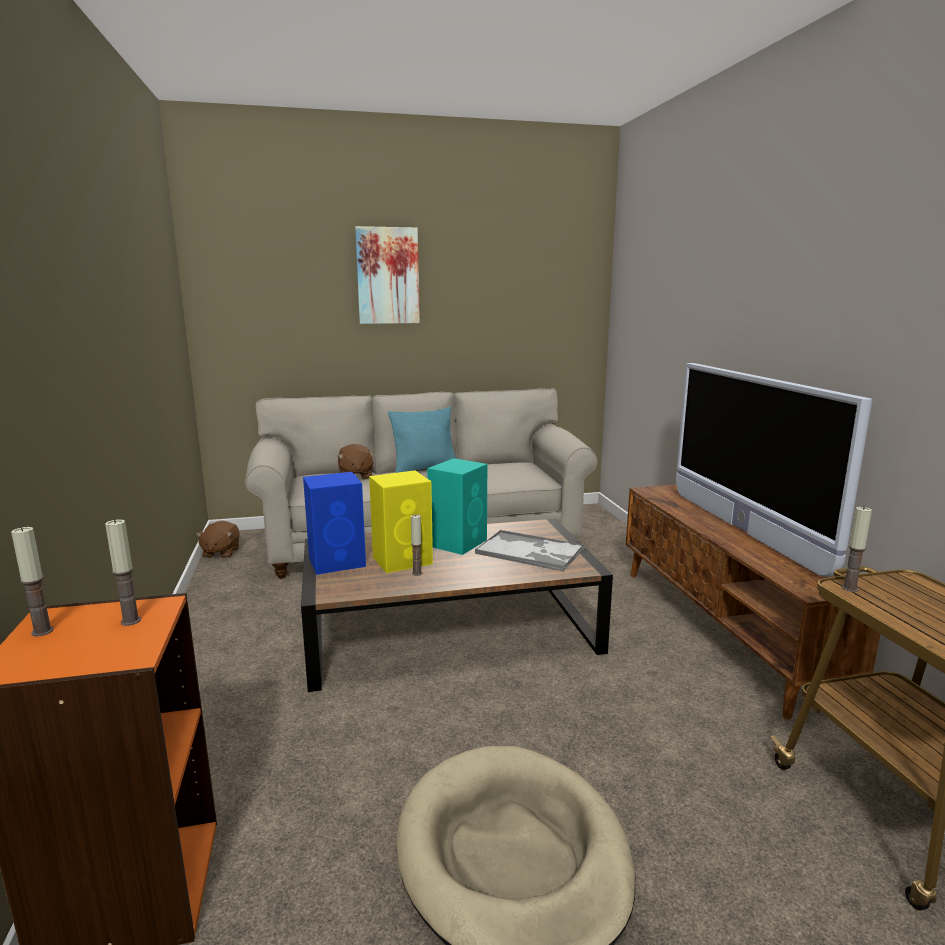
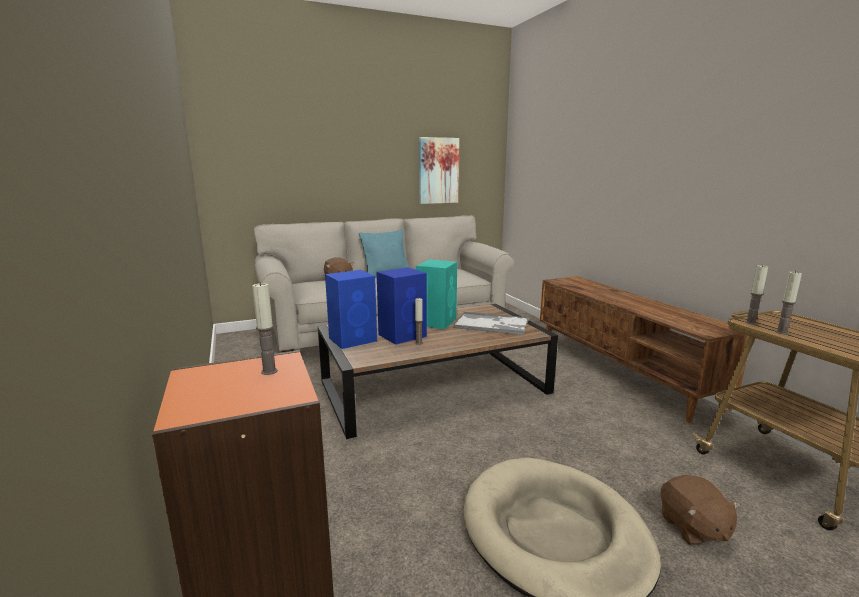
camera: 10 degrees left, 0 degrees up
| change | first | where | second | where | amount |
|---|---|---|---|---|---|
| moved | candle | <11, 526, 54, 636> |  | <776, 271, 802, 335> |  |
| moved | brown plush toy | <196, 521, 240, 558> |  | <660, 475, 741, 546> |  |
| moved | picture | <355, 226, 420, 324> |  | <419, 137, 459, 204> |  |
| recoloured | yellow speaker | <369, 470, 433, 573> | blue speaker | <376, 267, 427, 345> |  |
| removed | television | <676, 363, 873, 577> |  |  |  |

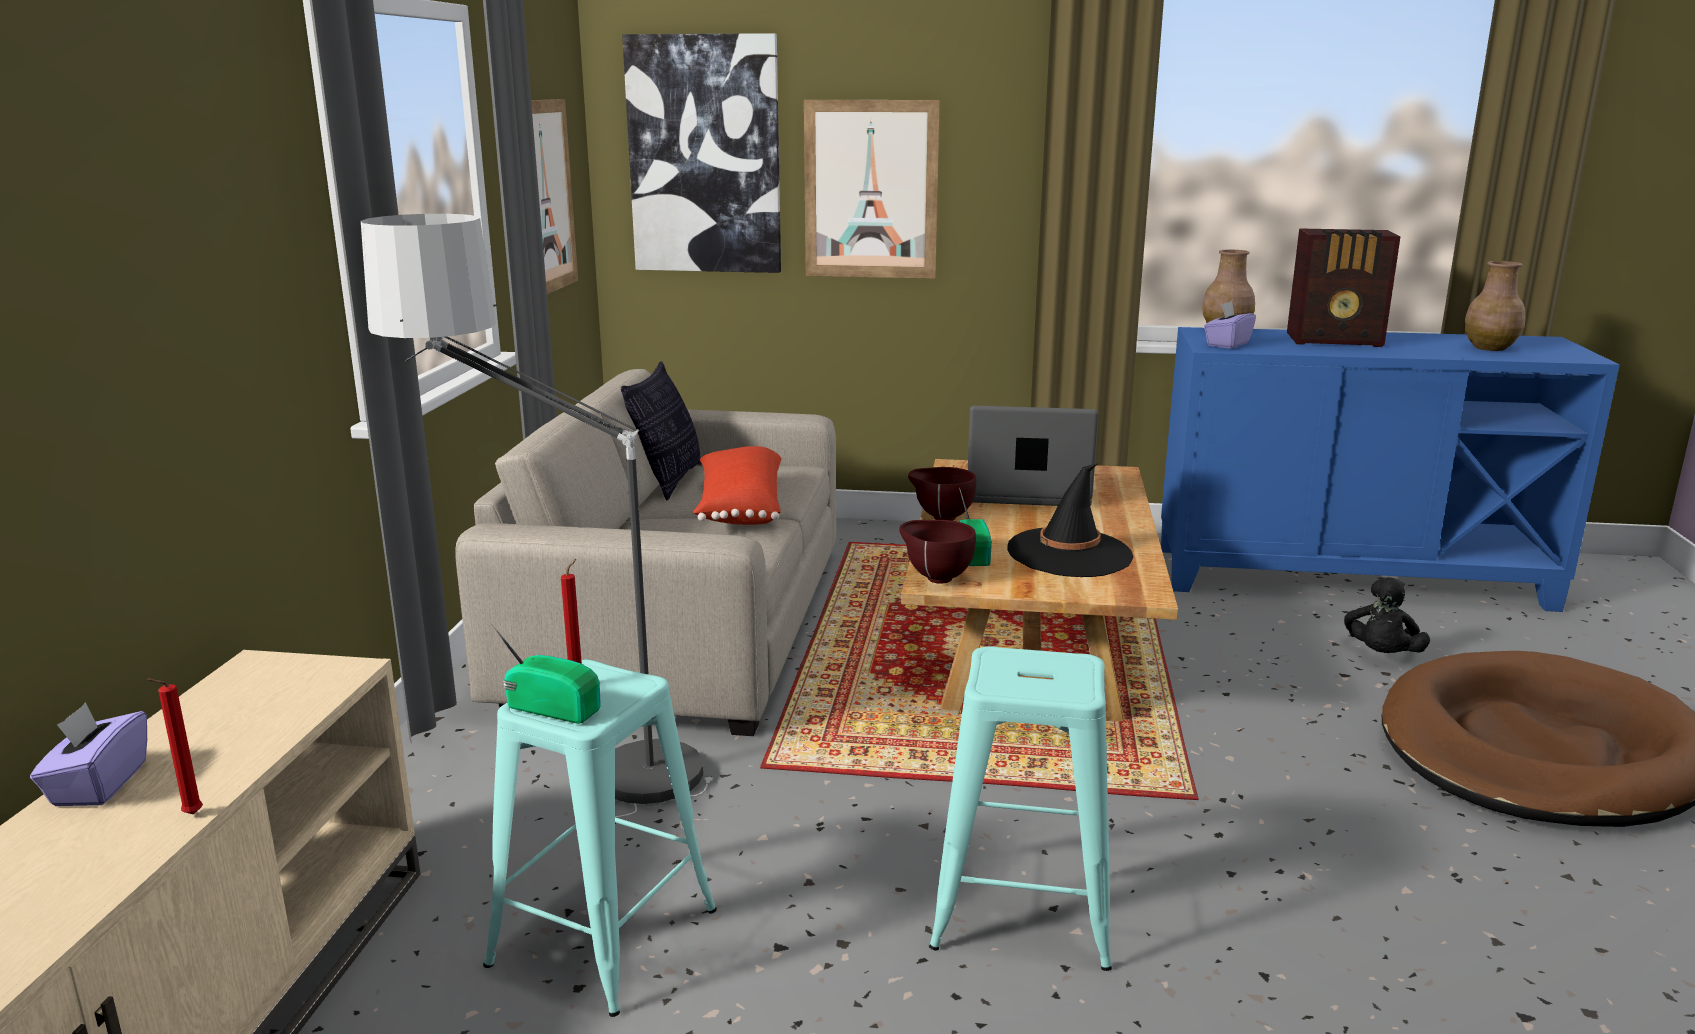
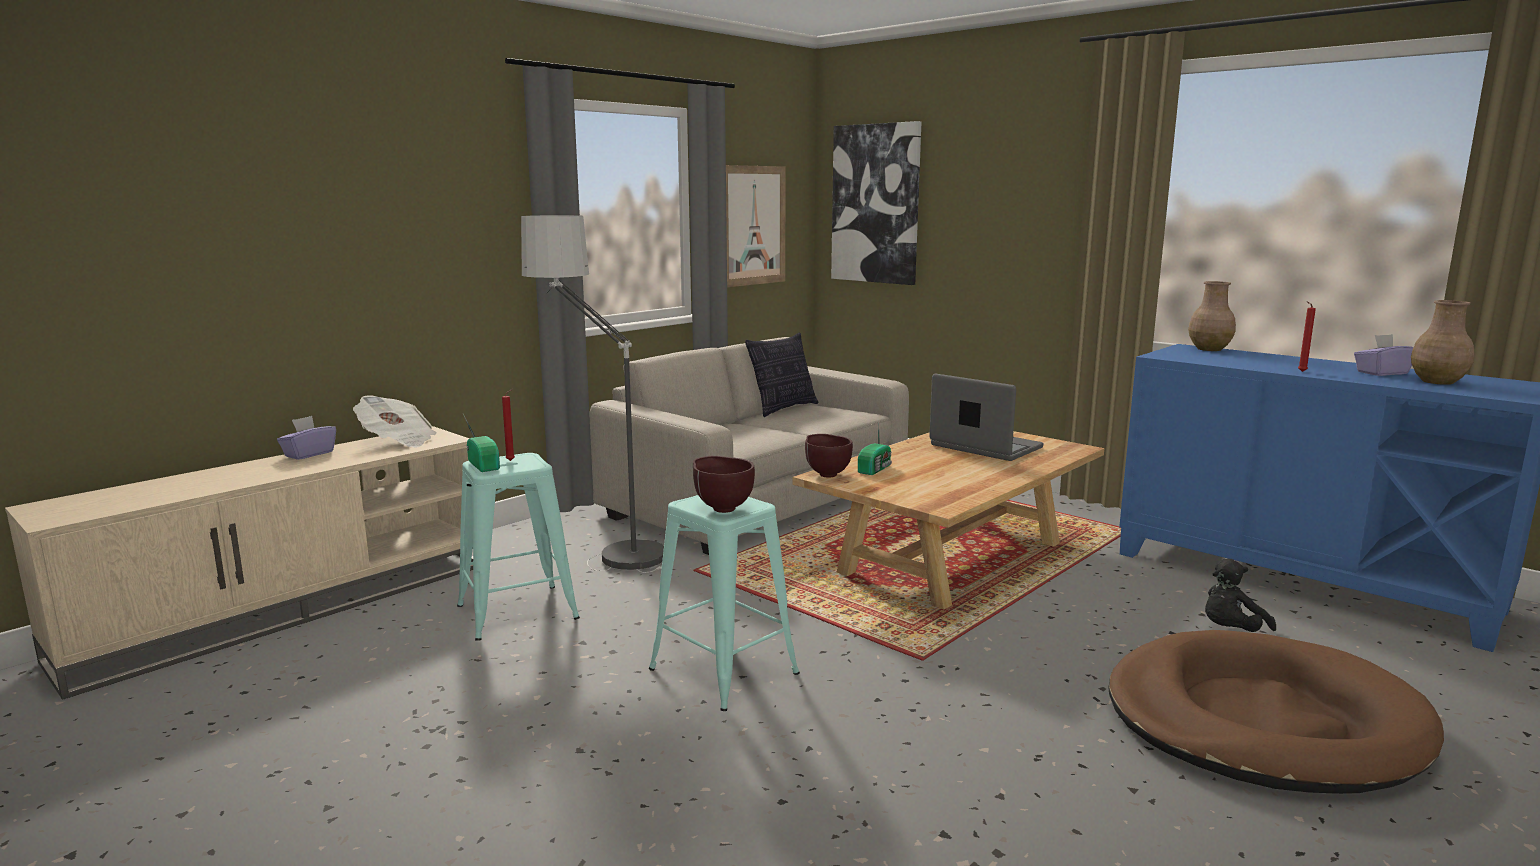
camera: 35 degrees right, 5 degrees down
| change | first | where | second | where | amount |
|---|---|---|---|---|---|
| moved | red candle | <146, 679, 203, 814> |  | <1298, 301, 1316, 372> |  |
| removed | red pillow | <693, 446, 781, 525> |  |  |  |
| removed | picture | <804, 100, 940, 279> |  |  |  |
| moved | brown bowl | <908, 467, 976, 521> |  | <693, 456, 755, 513> |  |
| removed | black hat | <1007, 463, 1134, 577> |  |  |  |
| moved | purple tissue box | <1204, 301, 1256, 349> |  | <1354, 334, 1413, 376> |  |
| removed | radio | <1287, 228, 1401, 347> |  |  |  |
| added |  |  | newspaper | <353, 395, 436, 448> |  |

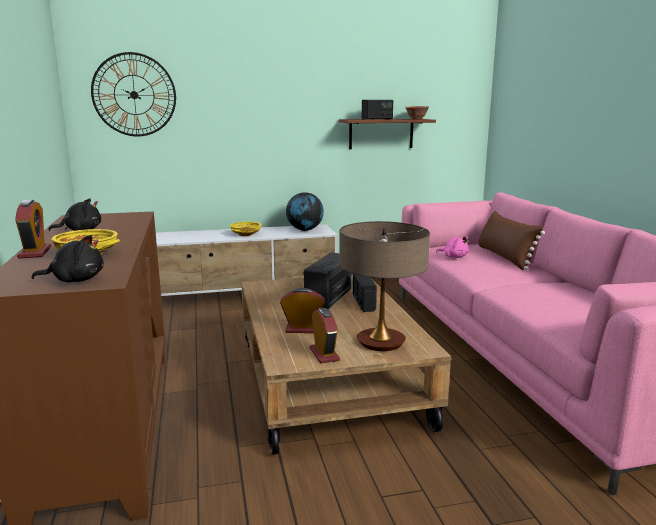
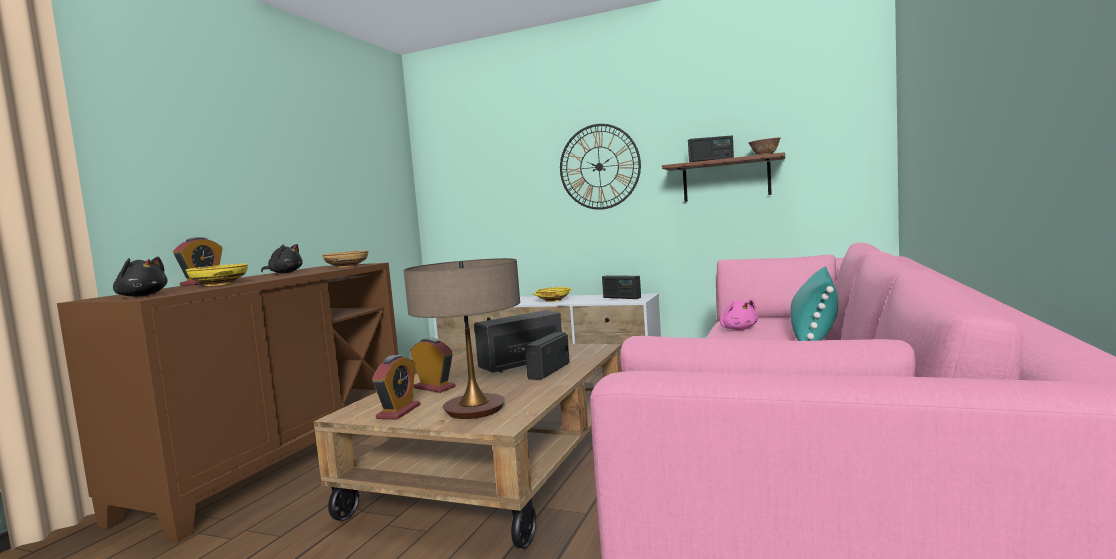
camera: 35 degrees right, 10 degrees down
| change | first | where | second | where | amount |
|---|---|---|---|---|---|
| moved | wall clock | <91, 52, 176, 136> |  | <560, 124, 641, 210> |  |
| replaced | globe | <286, 192, 324, 231> | radio | <602, 275, 641, 299> |  |
| recoloured | brown pillow | <478, 211, 545, 270> | turquoise pillow | <790, 266, 838, 341> |  |
| added |  |  | beige bowl | <322, 250, 368, 268> |  |

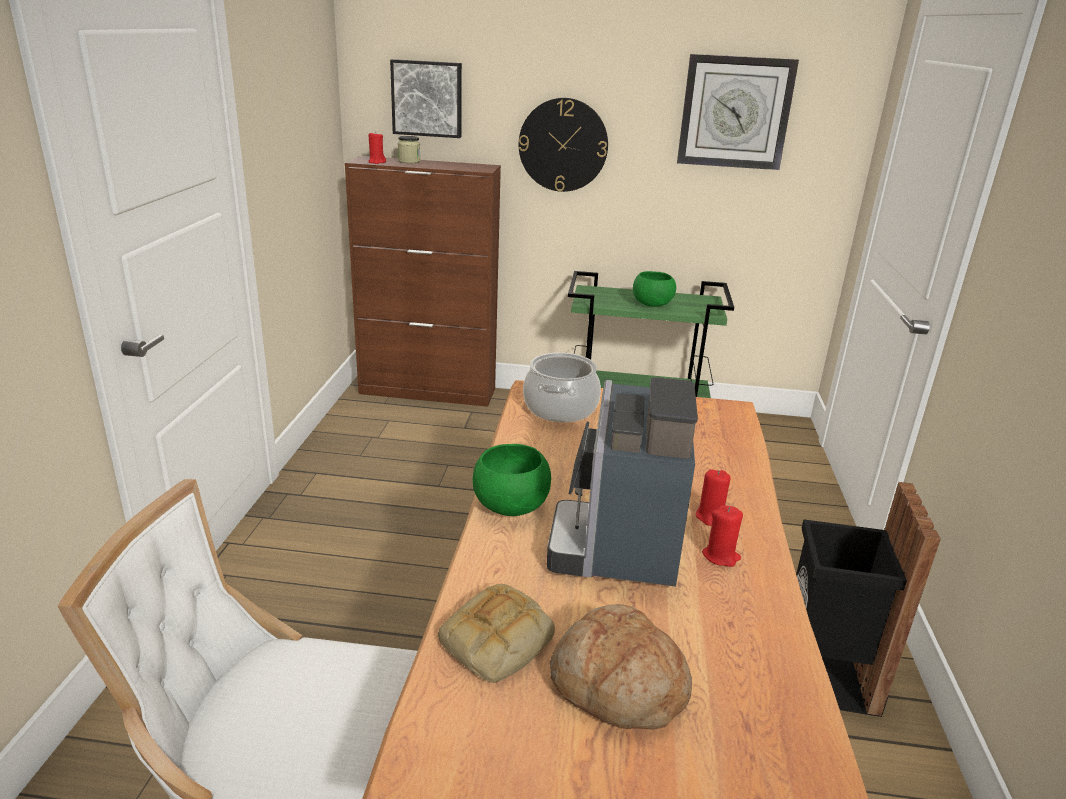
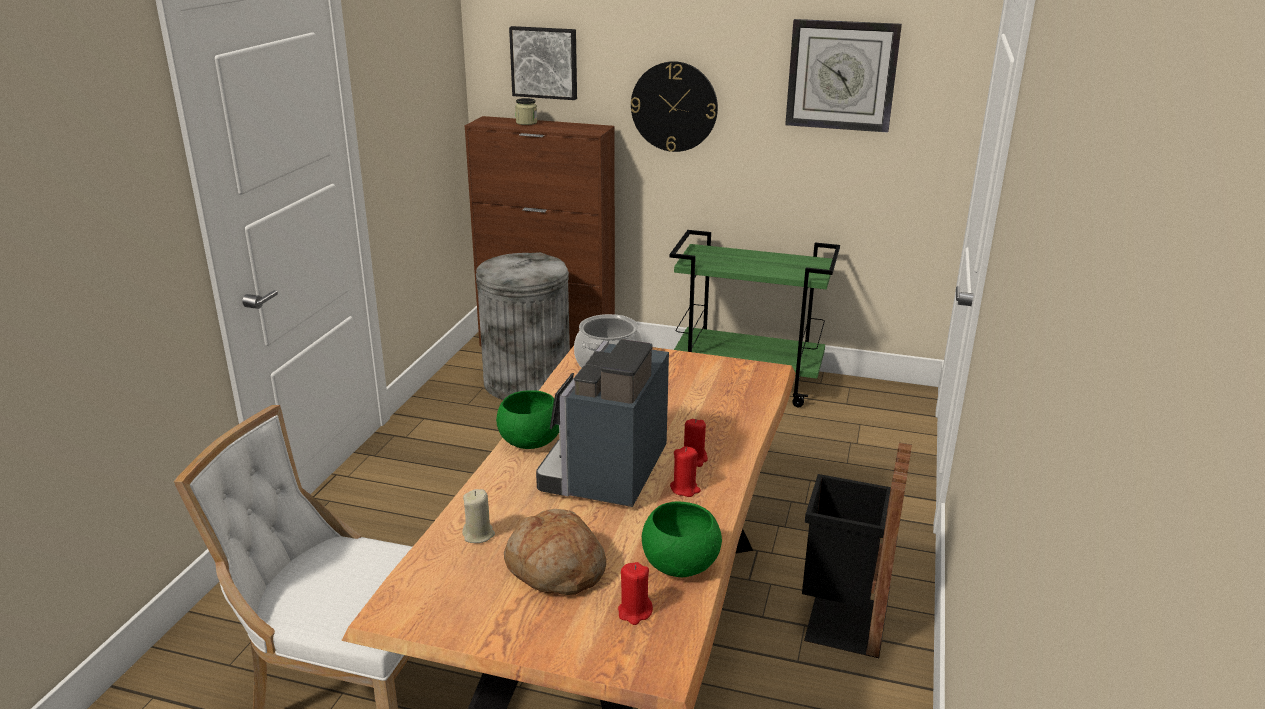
camera: 10 degrees right, 0 degrees up
| change | first | where | second | where | amount |
|---|---|---|---|---|---|
| moved | red candle | <368, 131, 386, 164> |  | <618, 562, 653, 625> |  |
| replaced | bread | <438, 584, 555, 683> | beige candle | <463, 489, 495, 543> |  |
| moved | green bowl | <633, 271, 676, 307> |  | <642, 502, 722, 577> |  |
| added |  |  | grey trash can | <476, 252, 570, 400> |  |

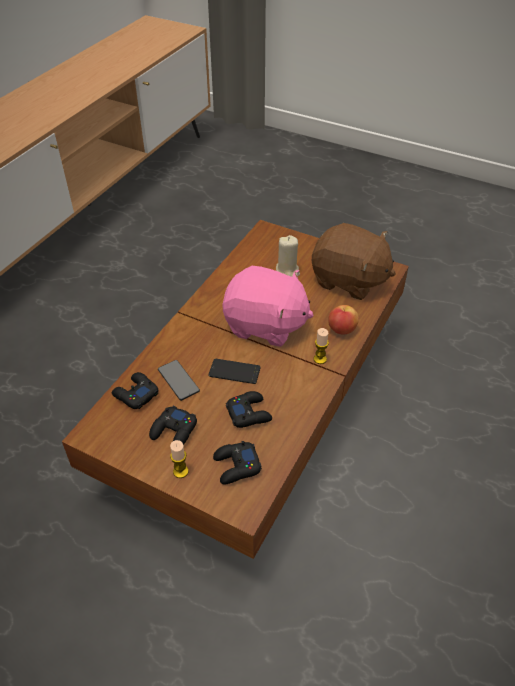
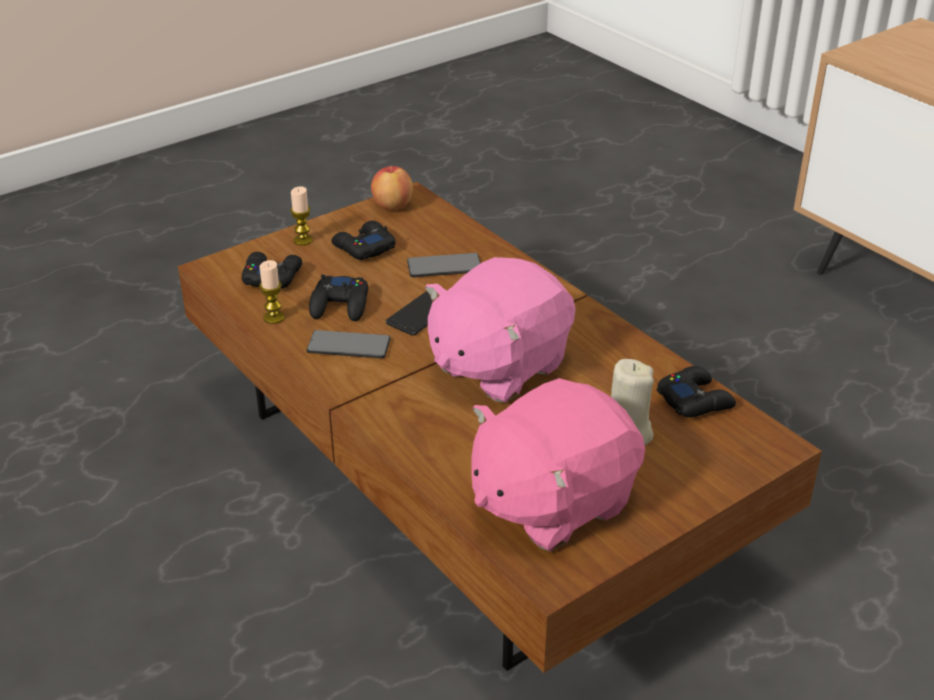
camera: 115 degrees right, 10 degrees down
| change | first | where | second | where | amount |
|---|---|---|---|---|---|
| moved | black game controller | <112, 372, 158, 409> |  | <656, 366, 736, 418> |  |
| recoloured | brown plush toy | <312, 223, 396, 300> | pink plush toy | <471, 378, 645, 552> |  |
| moved | candle | <314, 328, 329, 364> |  | <259, 260, 285, 324> |  |
| moved | apple | <328, 305, 359, 335> |  | <371, 166, 413, 210> |  |
| added |  |  | phone | <307, 330, 390, 358> |  |

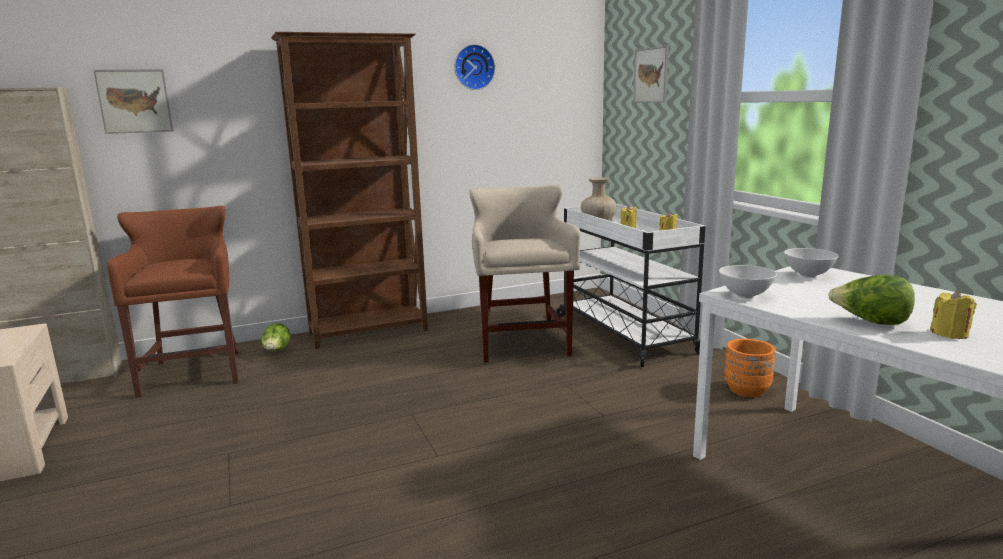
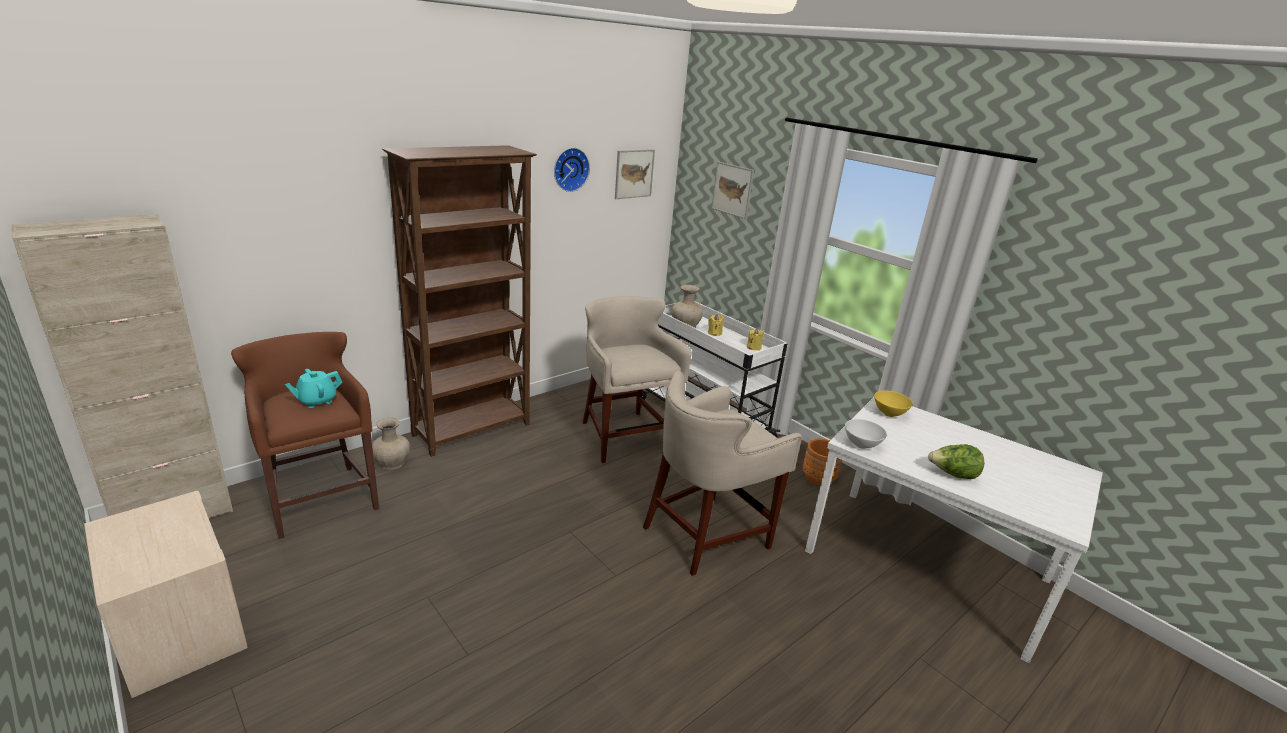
camera: 20 degrees left, 10 degrees up
| change | first | where | second | where | amount |
|---|---|---|---|---|---|
| moved | picture | <93, 69, 173, 134> |  | <615, 149, 655, 199> |  |
| replaced | lettuce | <261, 323, 291, 351> | beige vase | <372, 417, 410, 470> |  |
| recoloured | white bowl | <784, 248, 839, 278> | yellow bowl | <874, 391, 913, 417> |  |
| removed | yellow candle | <930, 290, 977, 339> |  |  |  |
| added |  |  | turquoise teapot | <285, 369, 343, 408> |  |
| added |  |  | beige stool | <643, 370, 802, 576> |  |

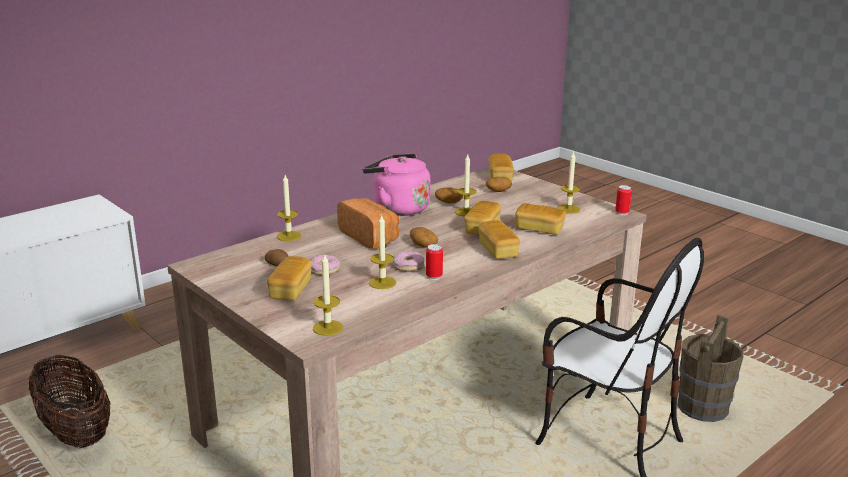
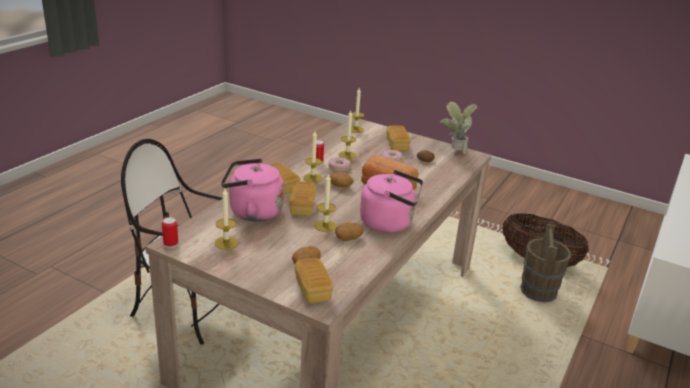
camera: 160 degrees right, 5 degrees up
| change | first | where | second | where | amount |
|---|---|---|---|---|---|
| moved | candle | <277, 175, 301, 241> |  | <303, 131, 323, 183> |  |
| replaced | bread | <515, 203, 566, 235> | pink kettle | <221, 158, 284, 222> |  |
| moved | brown bucket | <678, 315, 743, 422> |  | <520, 224, 571, 302> |  |
| added |  |  | potted plant | <440, 102, 477, 154> |  |

